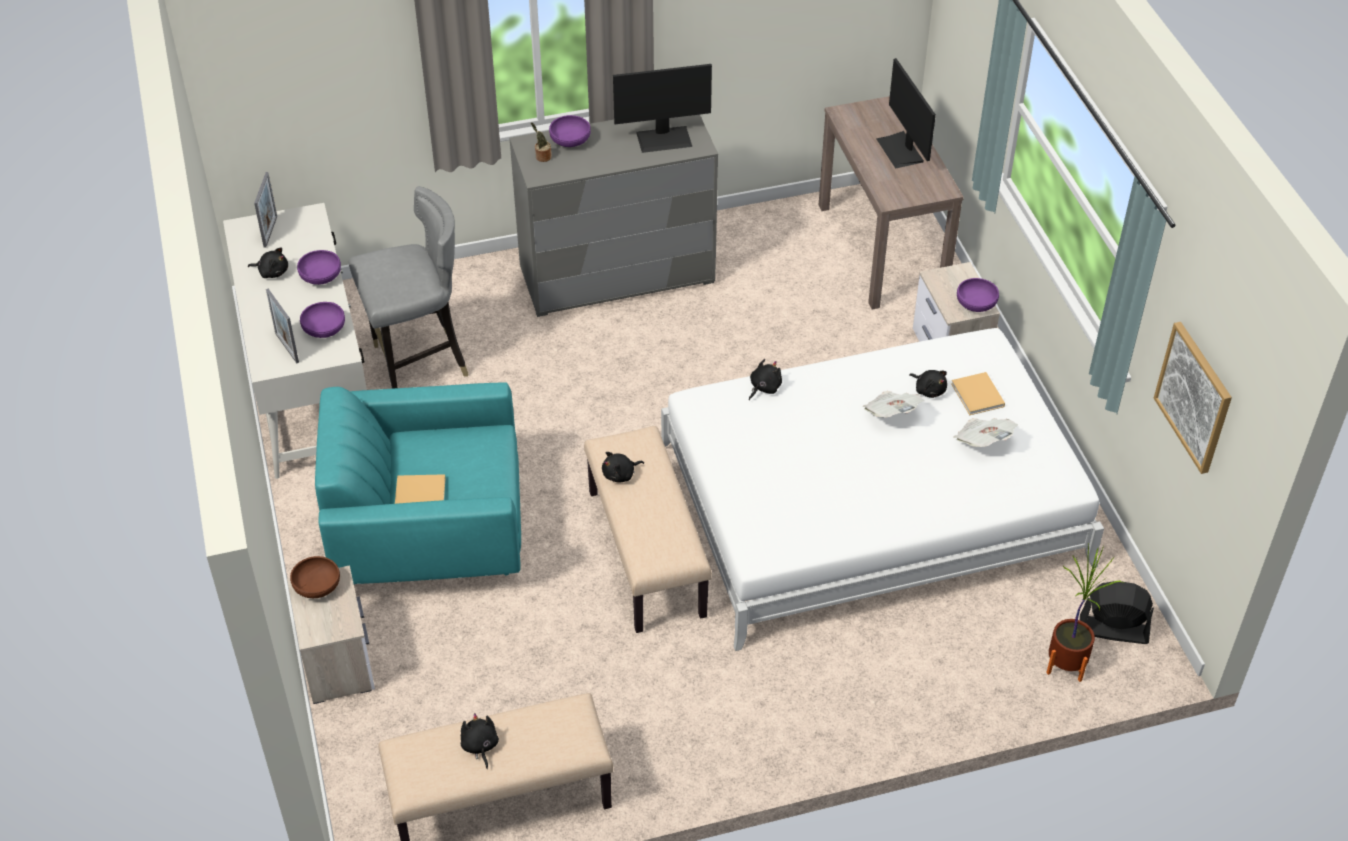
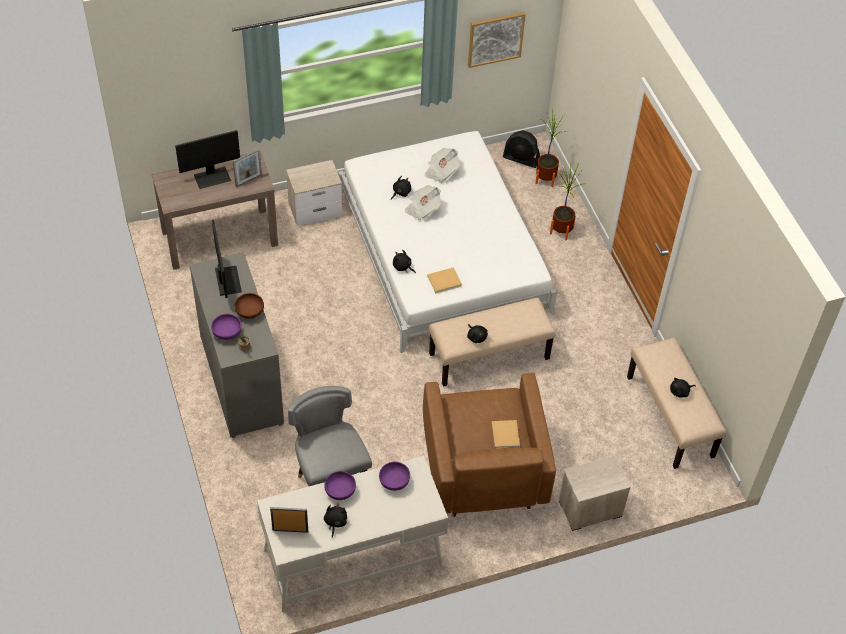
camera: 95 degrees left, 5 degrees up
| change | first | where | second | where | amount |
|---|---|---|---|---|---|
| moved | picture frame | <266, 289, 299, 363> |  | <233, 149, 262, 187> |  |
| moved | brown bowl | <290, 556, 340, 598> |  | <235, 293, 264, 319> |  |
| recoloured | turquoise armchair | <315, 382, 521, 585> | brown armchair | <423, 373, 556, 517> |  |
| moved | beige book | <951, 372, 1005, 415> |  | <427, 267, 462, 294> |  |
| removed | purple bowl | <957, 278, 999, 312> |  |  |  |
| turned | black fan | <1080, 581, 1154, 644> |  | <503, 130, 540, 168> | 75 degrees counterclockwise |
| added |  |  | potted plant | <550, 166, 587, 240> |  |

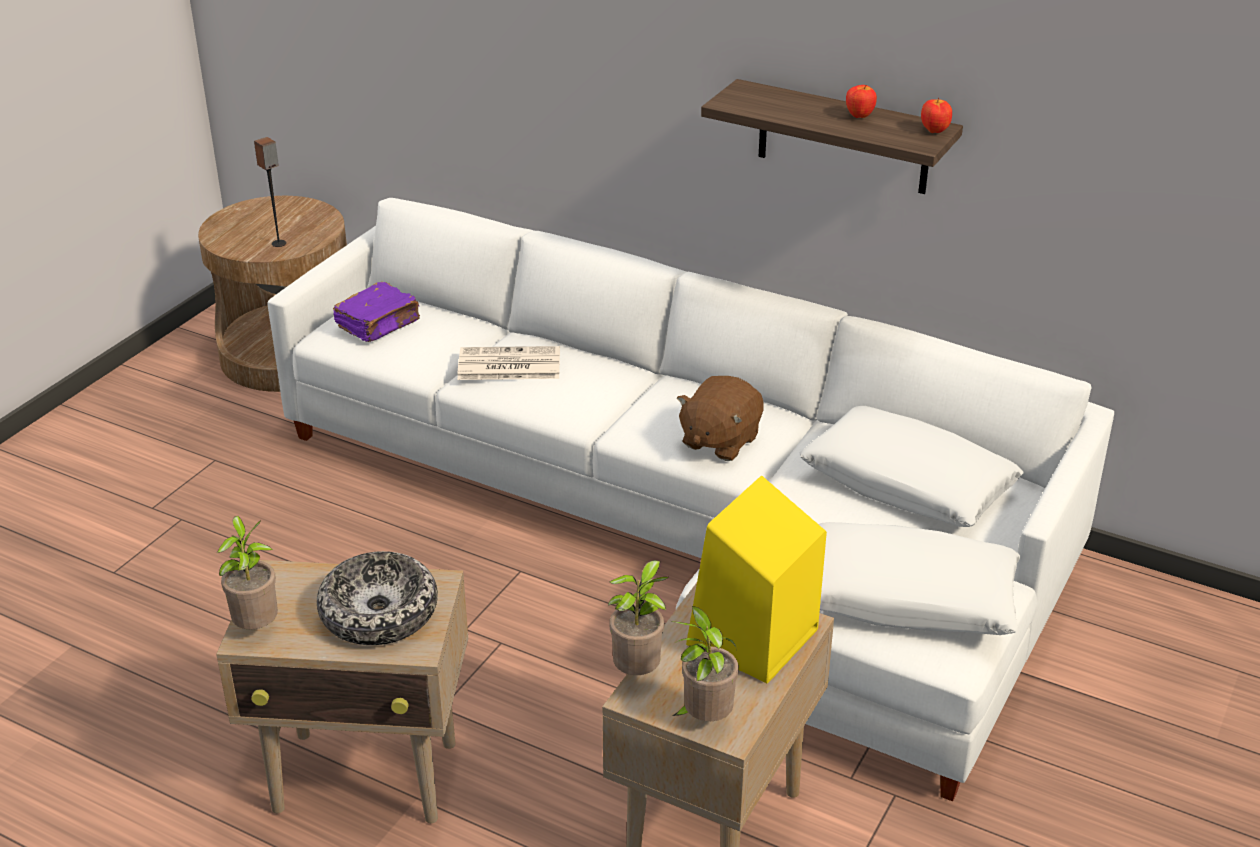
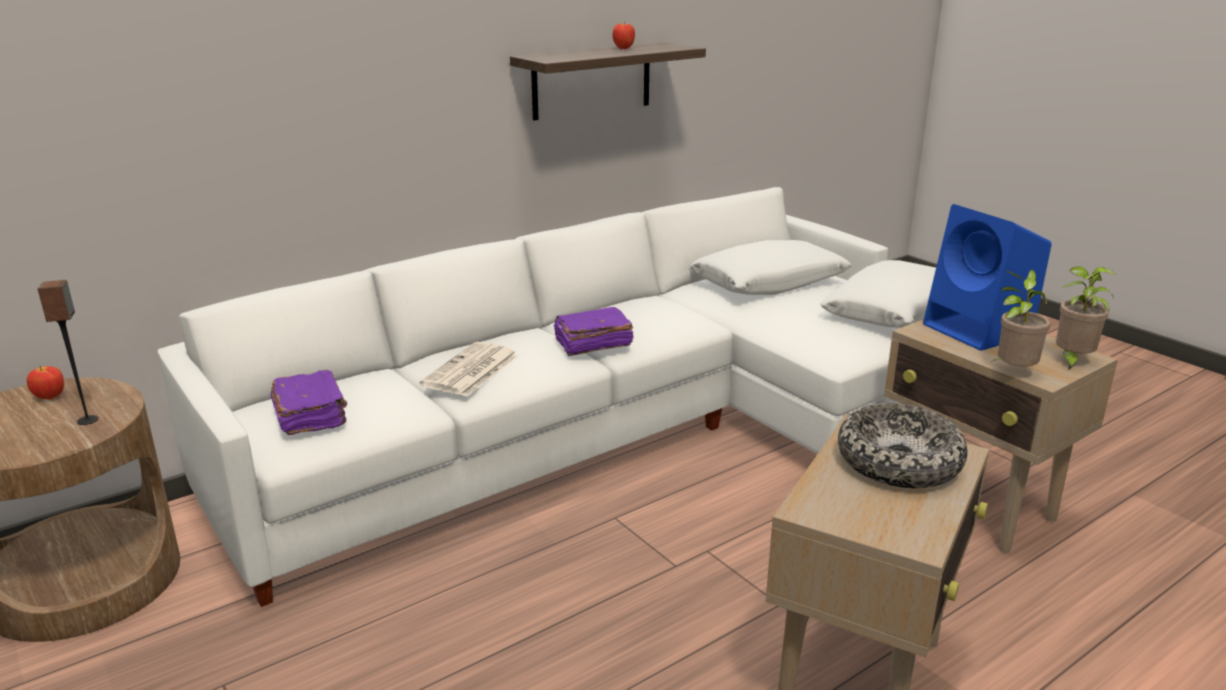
camera: 65 degrees left, 10 degrees down
| change | first | where | second | where | amount |
|---|---|---|---|---|---|
| removed | potted plant | <217, 516, 278, 629> |  |  |  |
| removed | brown plush toy | <677, 376, 764, 461> |  |  |  |
| recoloured | yellow speaker | <686, 476, 827, 684> | blue speaker | <923, 204, 1052, 351> |  |
| moved | apple | <921, 97, 952, 133> |  | <27, 366, 64, 400> |  |
| added |  |  | purple book | <553, 307, 633, 356> |  |

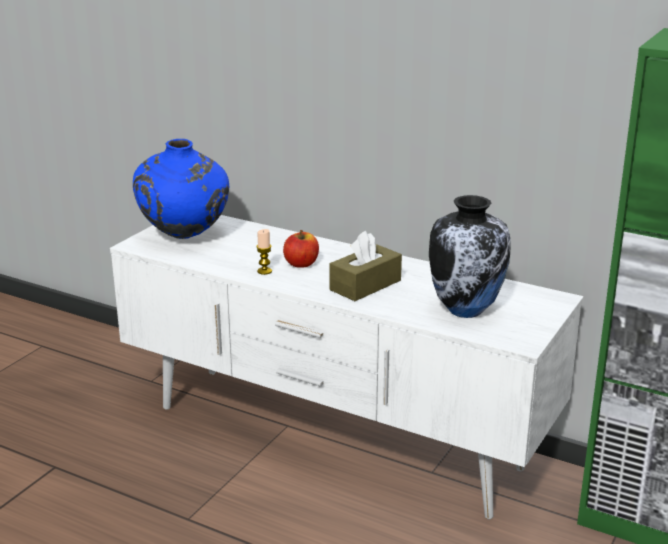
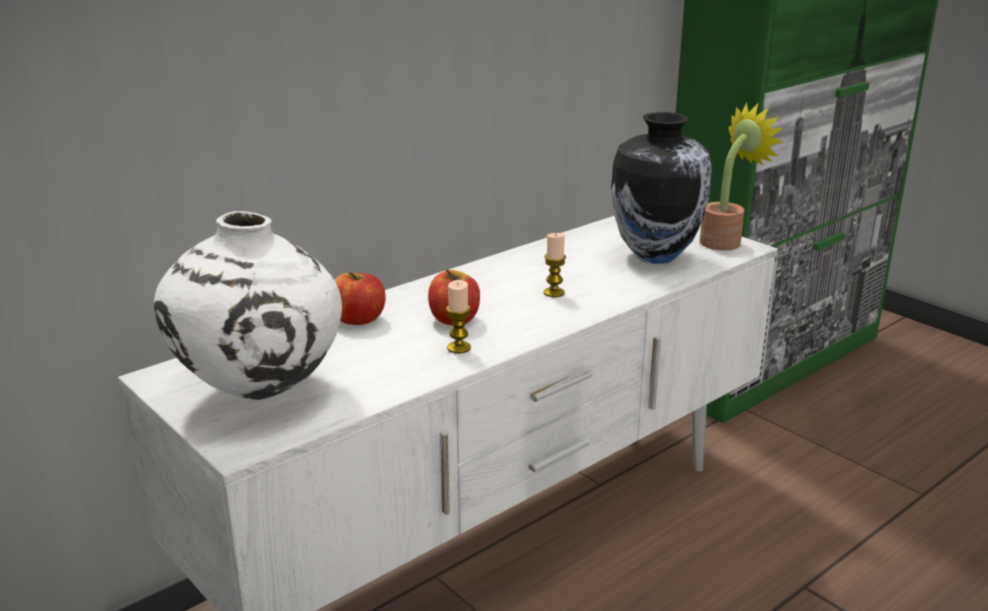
camera: 70 degrees left, 0 degrees up
| change | first | where | second | where | amount |
|---|---|---|---|---|---|
| recoloured | blue vase | <133, 139, 229, 239> | white vase | <154, 211, 342, 400> |  |
| replaced | brown tissue box | <330, 231, 402, 301> | candle | <544, 233, 566, 297> |  |
| added |  |  | apple | <334, 272, 386, 325> |  |
| added |  |  | potted plant | <700, 103, 783, 251> |  |

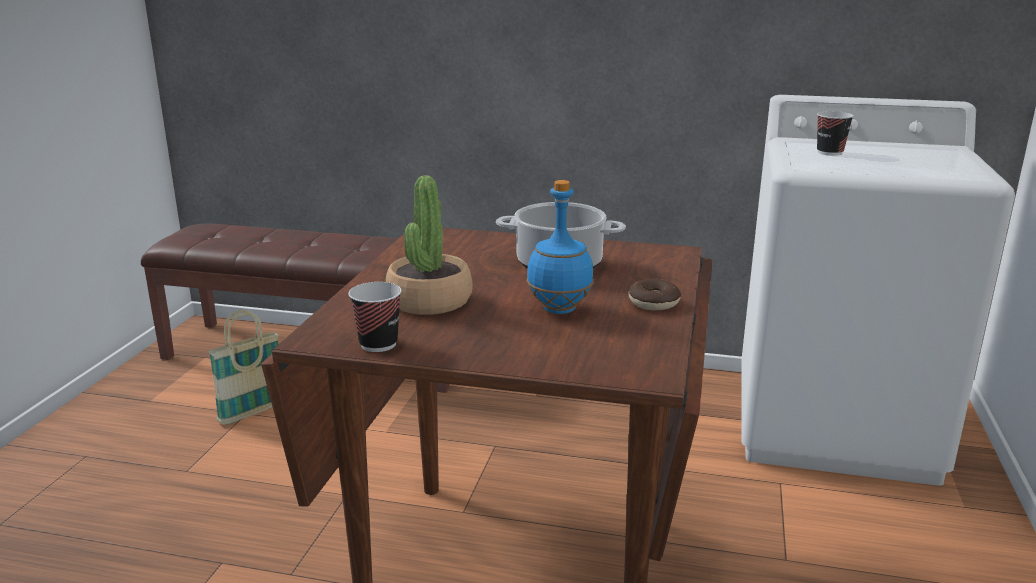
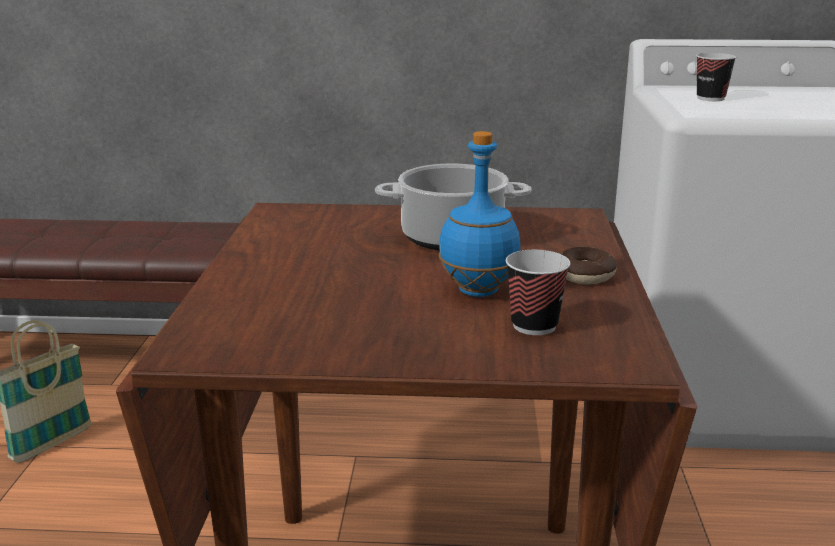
camera: 10 degrees left, 0 degrees up
| change | first | where | second | where | amount |
|---|---|---|---|---|---|
| moved | cup | <348, 282, 402, 352> |  | <506, 250, 571, 335> |  |
| removed | potted plant | <386, 175, 473, 315> |  |  |  |

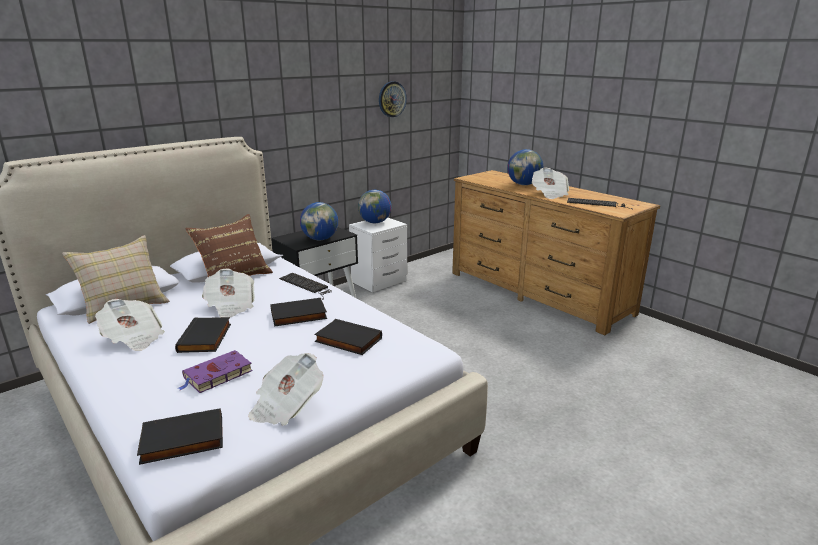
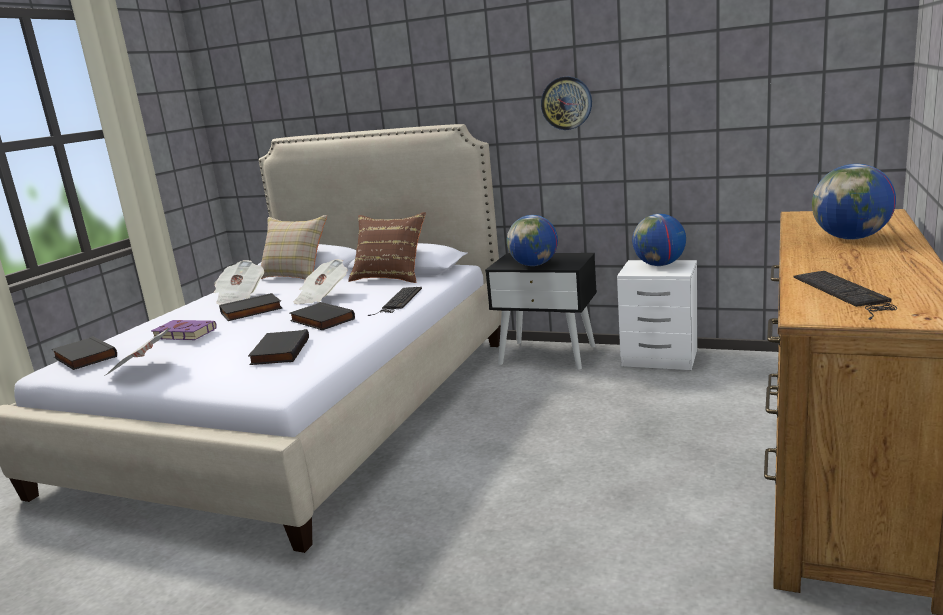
camera: 65 degrees right, 5 degrees down
| change | first | where | second | where | amount |
|---|---|---|---|---|---|
| moved | wall clock | <379, 81, 407, 117> |  | <541, 76, 592, 130> |  |
| removed | newspaper | <531, 167, 569, 199> |  |  |  |

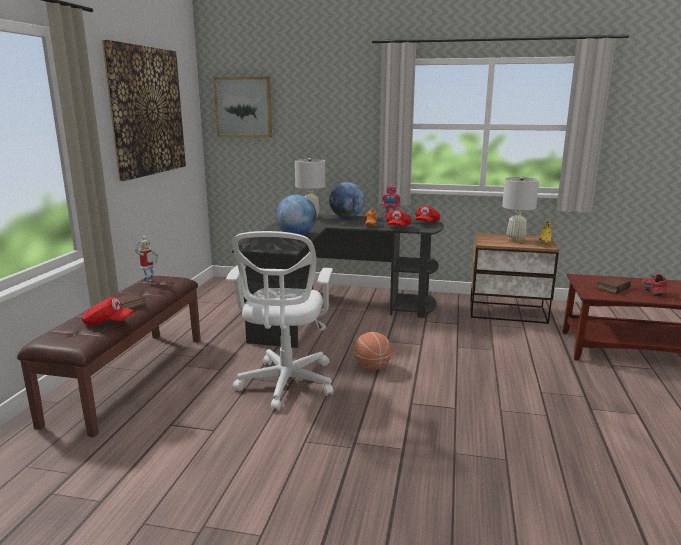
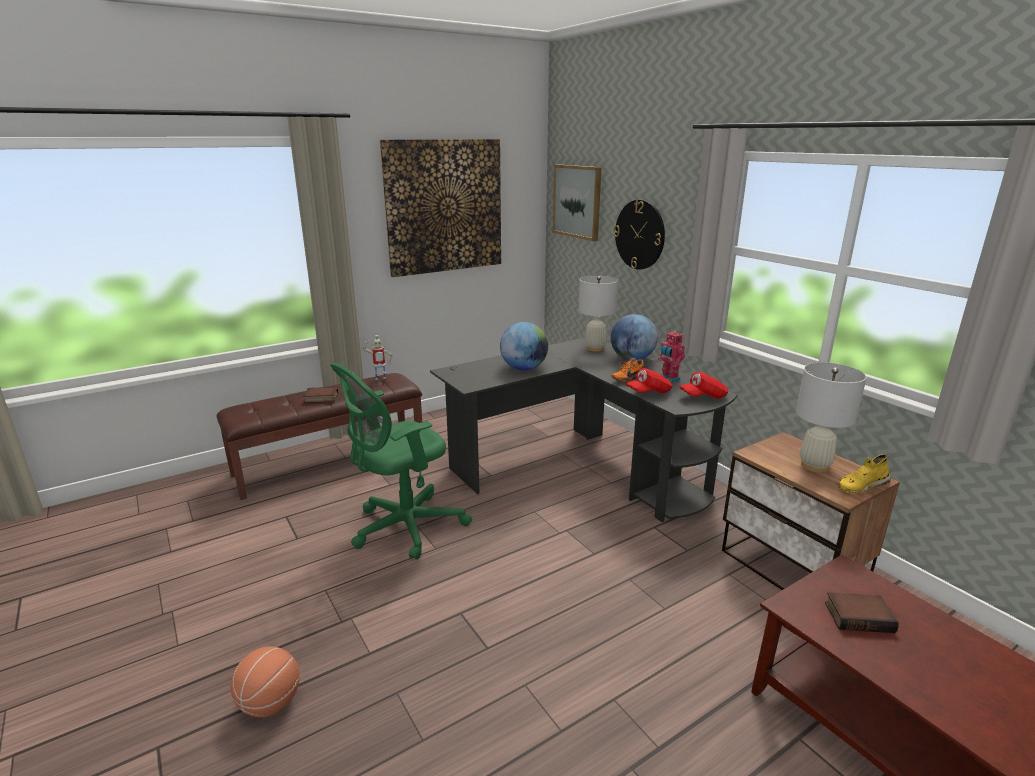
camera: 45 degrees right, 5 degrees up
| change | first | where | second | where | amount |
|---|---|---|---|---|---|
| removed | red cap | <82, 297, 134, 325> |  |  |  |
| recoloured | white office chair | <226, 231, 333, 411> | green office chair | <330, 363, 472, 559> |  |
| moved | basketball | <354, 332, 392, 370> |  | <231, 646, 300, 717> |  |
| removed | red shoe | <641, 274, 667, 297> |  |  |  |
| added |  |  | wall clock | <614, 200, 665, 269> |  |

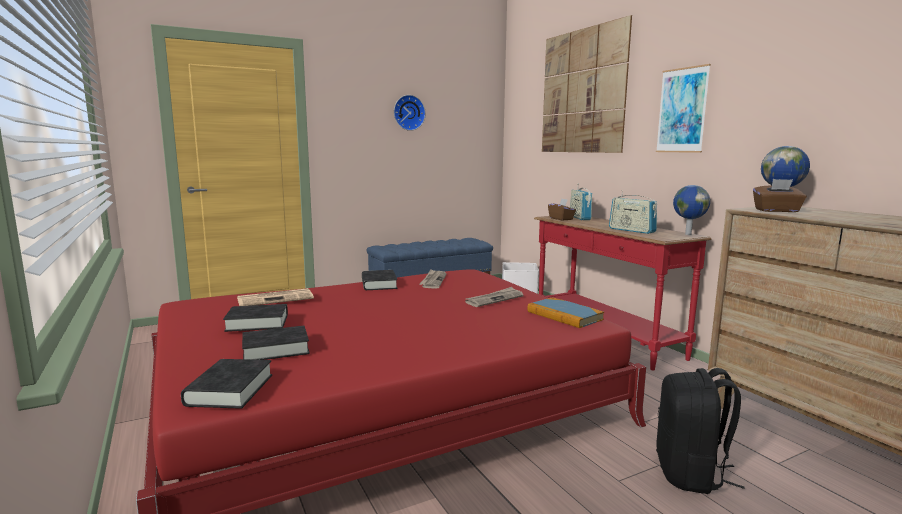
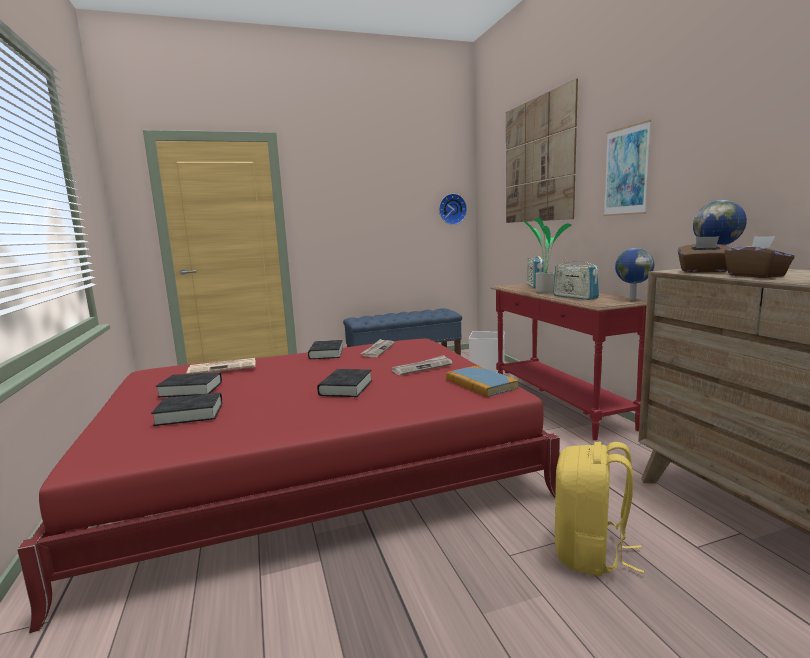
camera: 10 degrees right, 0 degrees up
| change | first | where | second | where | amount |
|---|---|---|---|---|---|
| moved | black book | <181, 359, 272, 409> |  | <317, 369, 372, 397> |  |
| moved | wall clock | <394, 95, 426, 131> |  | <439, 194, 467, 225> |  |
| moved | brown tissue box | <548, 198, 576, 220> |  | <724, 236, 795, 278> |  |
| recoloured | black backpack | <656, 368, 745, 494> | yellow backpack | <555, 442, 644, 577> |  |
| added |  |  | potted plant | <524, 218, 571, 293> |  |

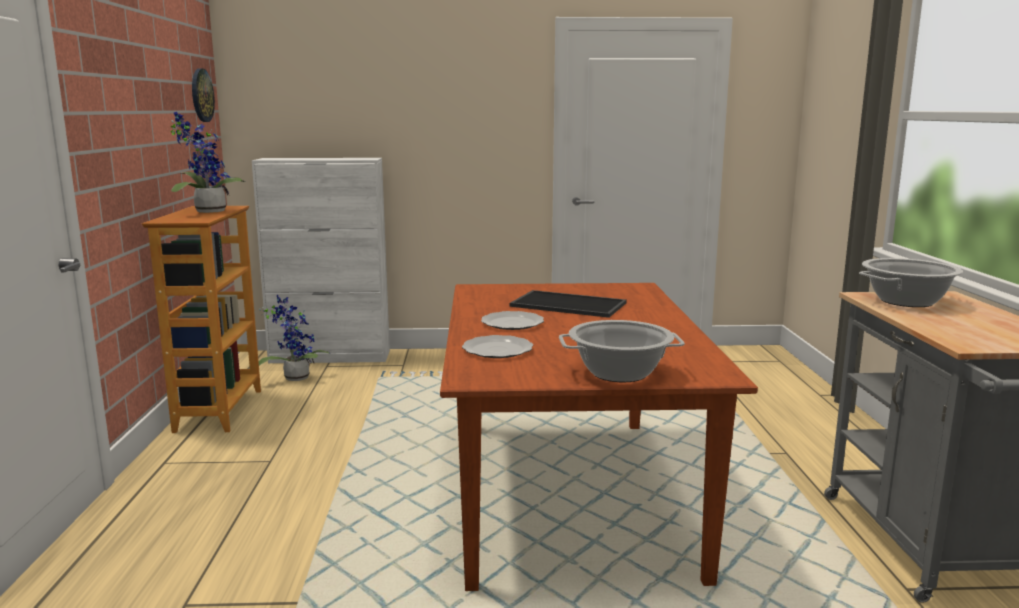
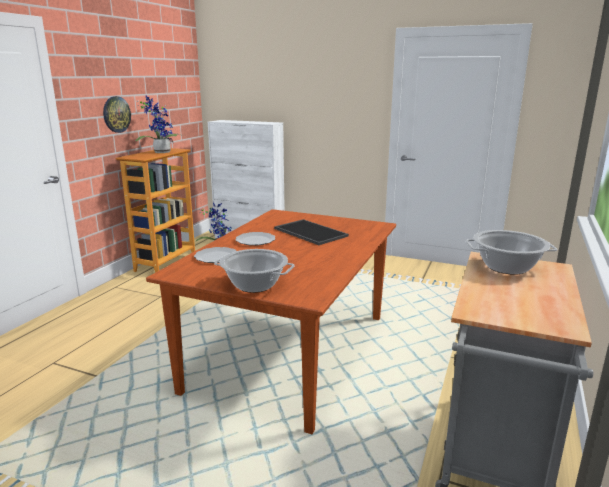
camera: 25 degrees right, 5 degrees up
| change | first | where | second | where | amount |
|---|---|---|---|---|---|
| moved | wall clock | <192, 69, 215, 122> |  | <103, 96, 131, 133> |  |

